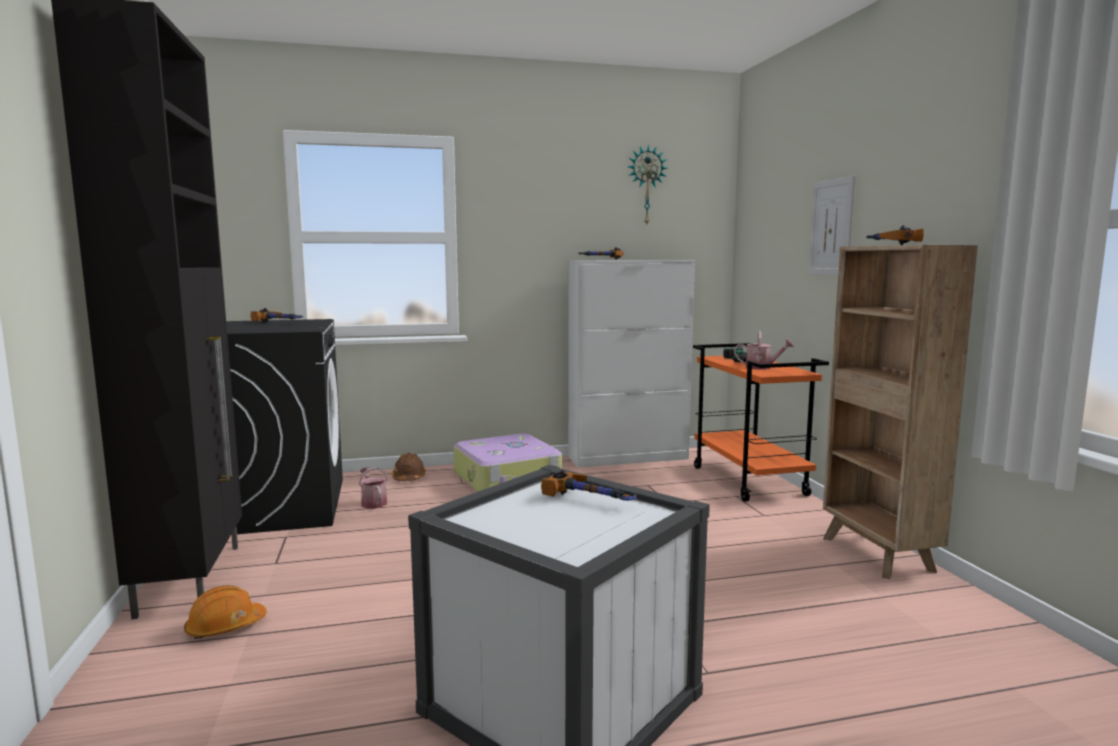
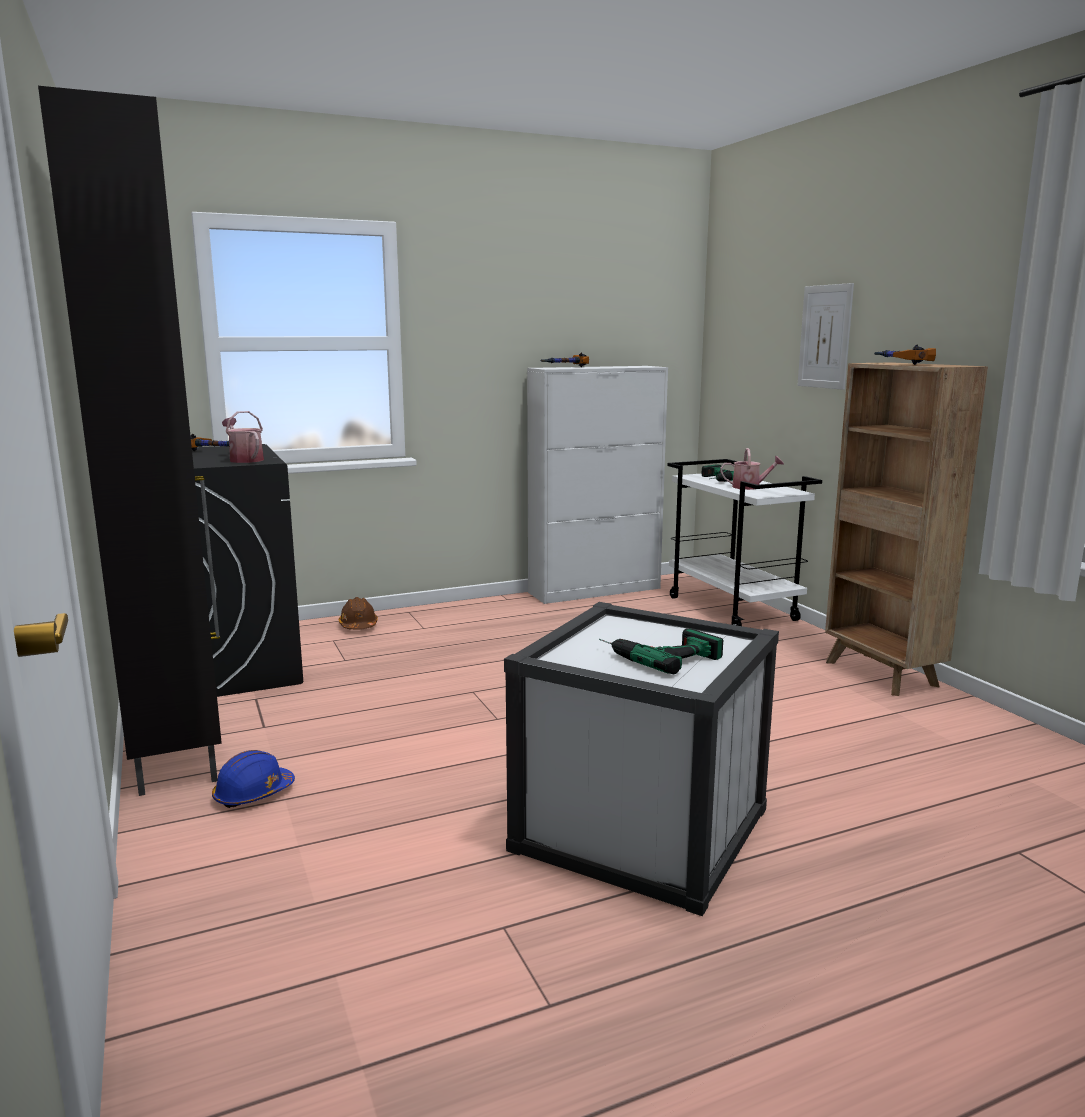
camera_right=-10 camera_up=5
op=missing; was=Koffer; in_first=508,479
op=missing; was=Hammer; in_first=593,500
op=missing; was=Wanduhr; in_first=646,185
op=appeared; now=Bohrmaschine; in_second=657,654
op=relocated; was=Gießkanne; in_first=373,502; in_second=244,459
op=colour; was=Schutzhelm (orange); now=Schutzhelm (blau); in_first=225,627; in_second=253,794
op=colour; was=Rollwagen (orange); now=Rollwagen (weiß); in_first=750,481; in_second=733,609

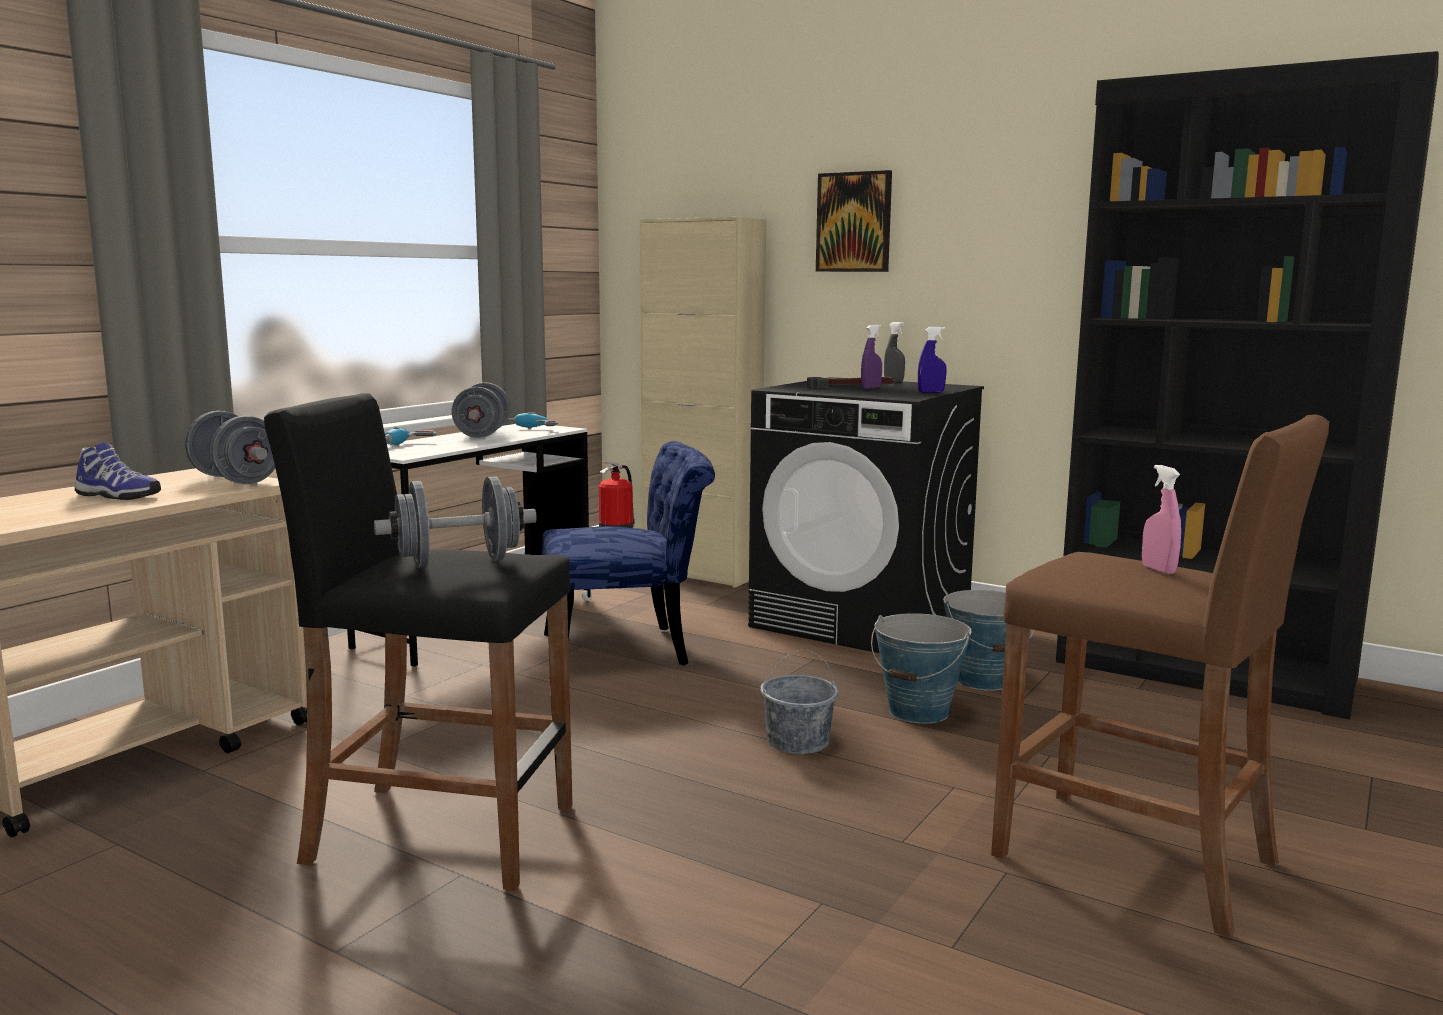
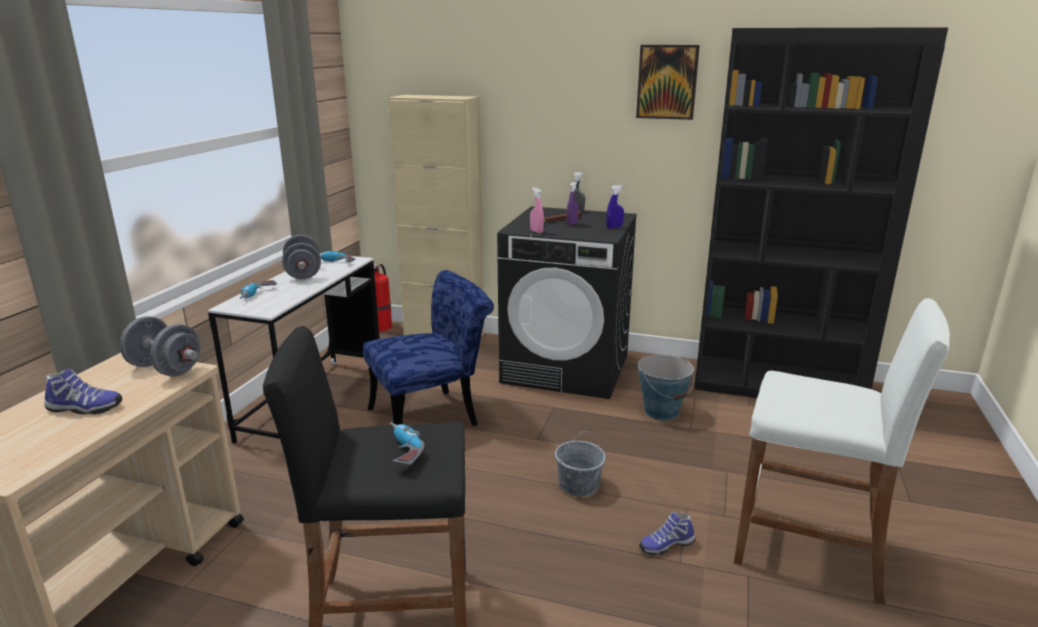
camera_right=-15 camera_up=10
op=missing; was=Eimer; in_first=919,712
op=appeared; now=Schuh; in_second=666,544
op=relocated; was=Bild; in_first=854,222; in_second=667,82
op=relocated; was=Sprühflasche (rosa); in_first=1158,570; in_second=536,231
op=exchanged; was=Hantel (grau); now=Bohrmaschine; in_first=458,562; in_second=402,451
op=colour; was=Hocker (braun); now=Hocker (weiß); in_first=1135,859; in_second=810,550

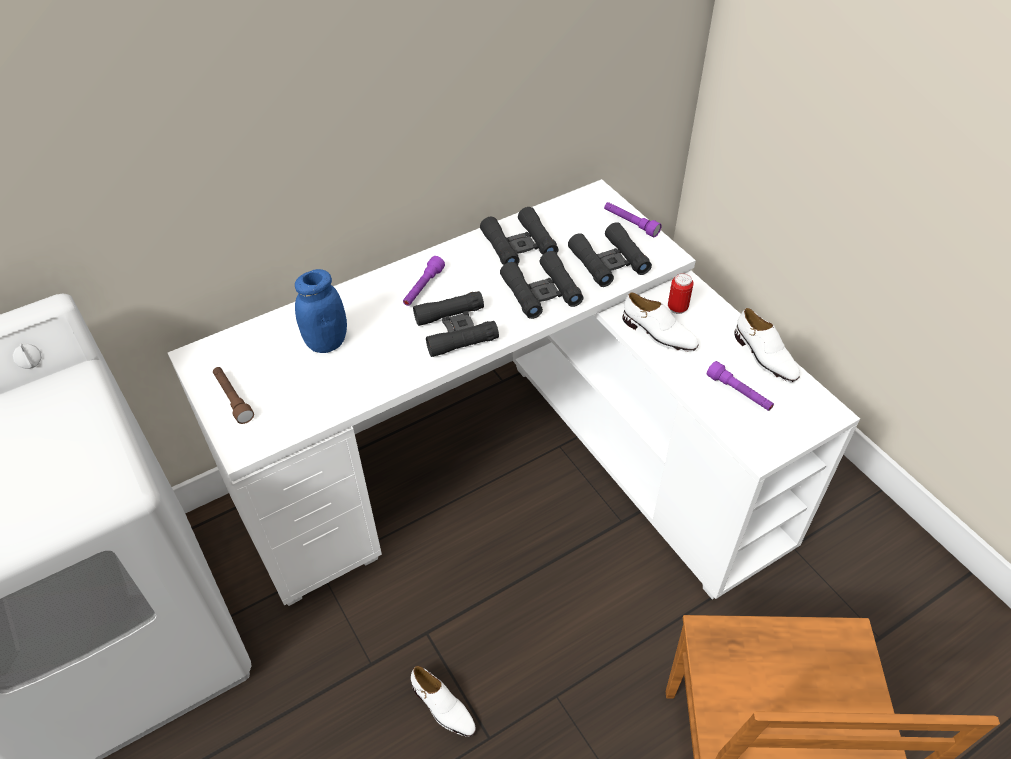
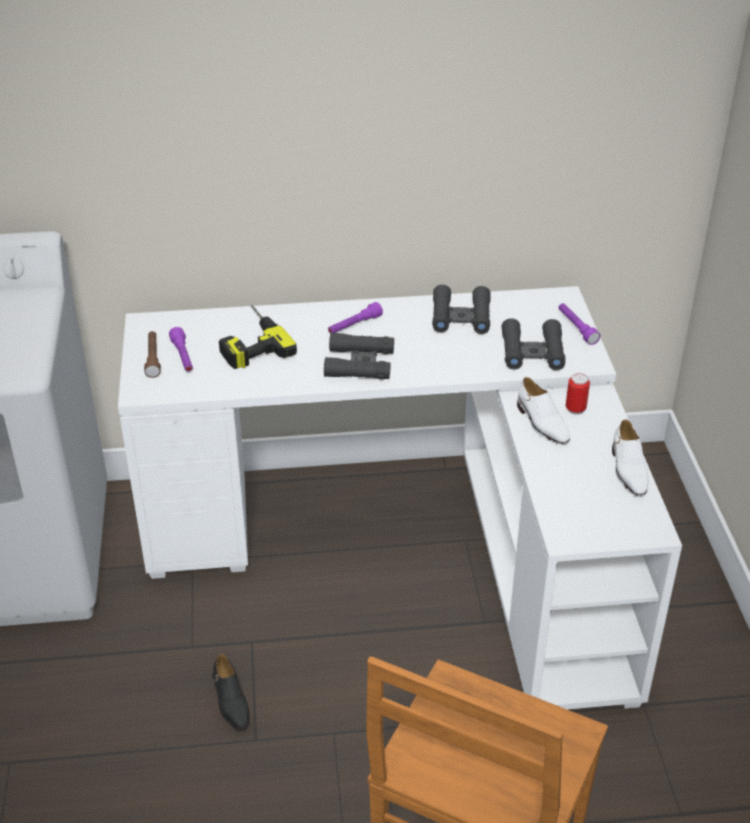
camera_right=25 camera_up=-10
op=missing; was=Fernglas (schwarz); in_first=541,292
op=relocated; was=Taschenlampe (lila); in_first=739,393; in_second=183,357
op=exchanged; was=Vorratsglas (blau); now=Bohrmaschine; in_first=327,342; in_second=249,342
op=colour; was=Schuh (weiß); now=Schuh (schwarz); in_first=443,708; in_second=231,702

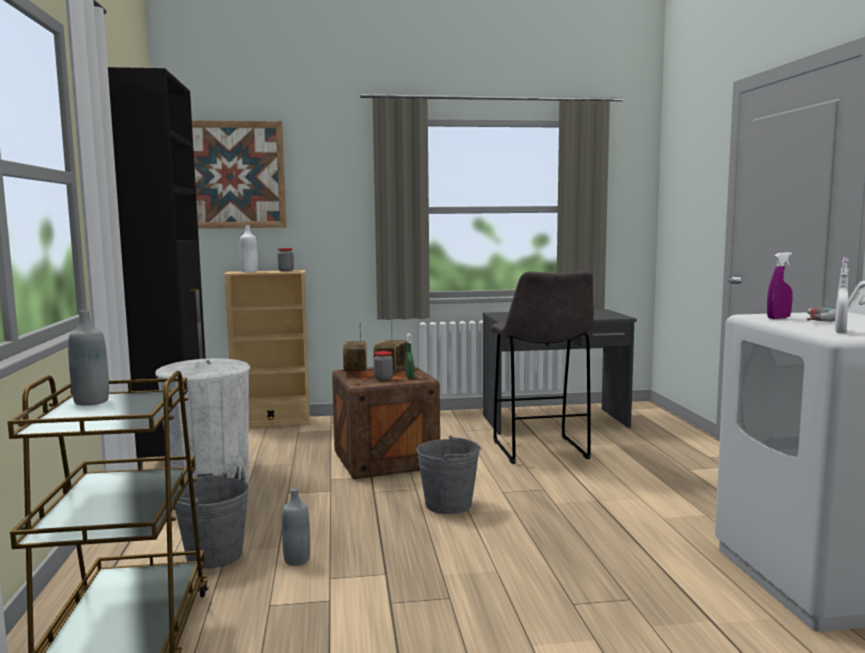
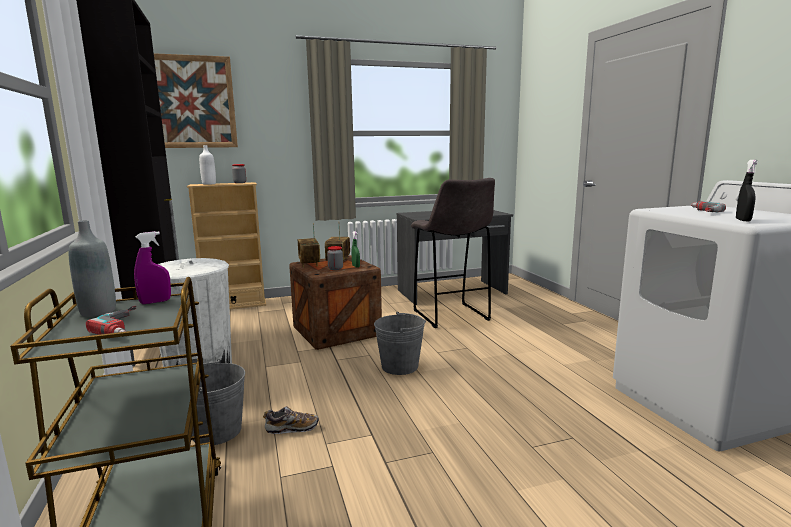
camera_right=-10 camera_up=5
op=appeared; now=Bohrmaschine; in_second=129,325
op=relocated; was=Sprühflasche (lila); in_first=778,318; in_second=155,302
op=exchanged; was=Flasche (grau); now=Schuh; in_first=297,560; in_second=291,428
op=colour; was=Sprühflasche (weiß); now=Sprühflasche (schwarz); in_first=840,332; in_second=743,220

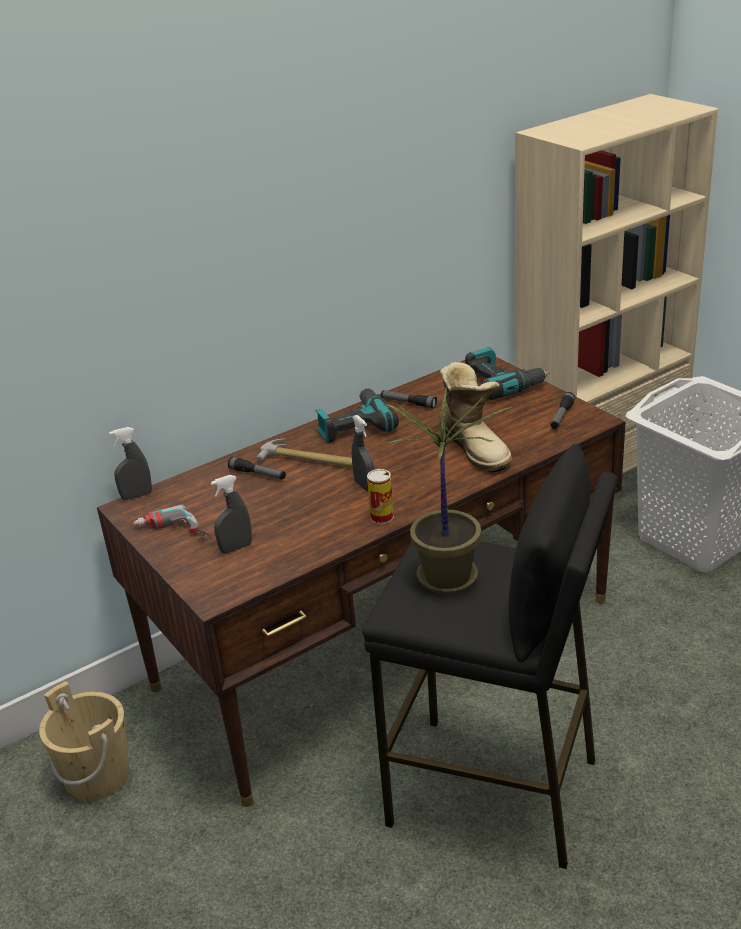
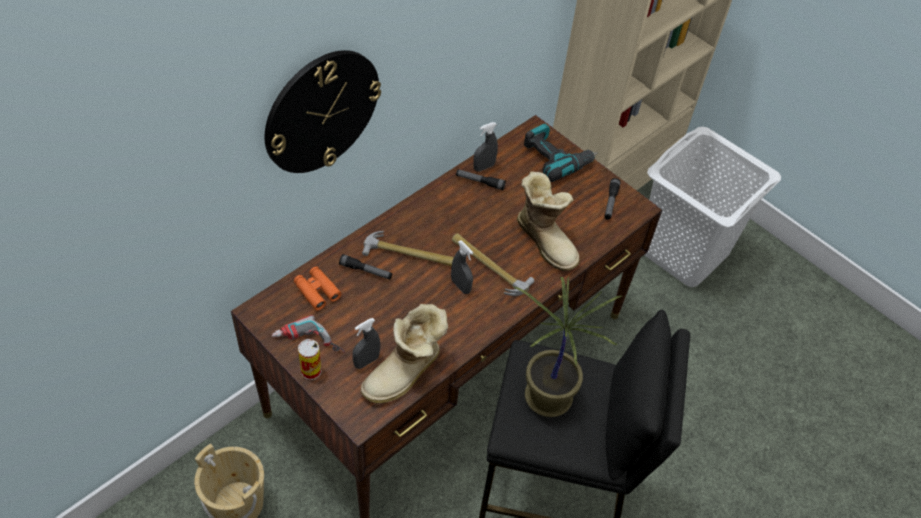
camera_right=-15 camera_up=20
op=missing; was=Bohrmaschine; in_first=354,425
op=appeared; now=Wanduhr; in_second=321,111
op=appeared; now=Fernglas (orange); in_second=317,291
op=appeared; now=Stiefel; in_second=406,374
op=appeared; now=Hammer; in_second=489,266
op=relocated; was=Sprühflasche (grau); in_first=136,496; in_second=484,167
op=relocated; was=Dose; in_first=382,517; in_second=311,371

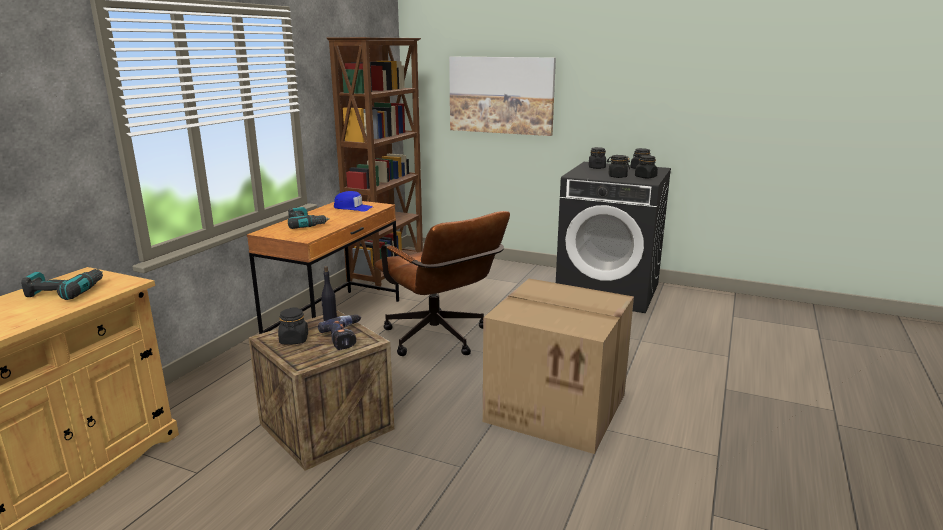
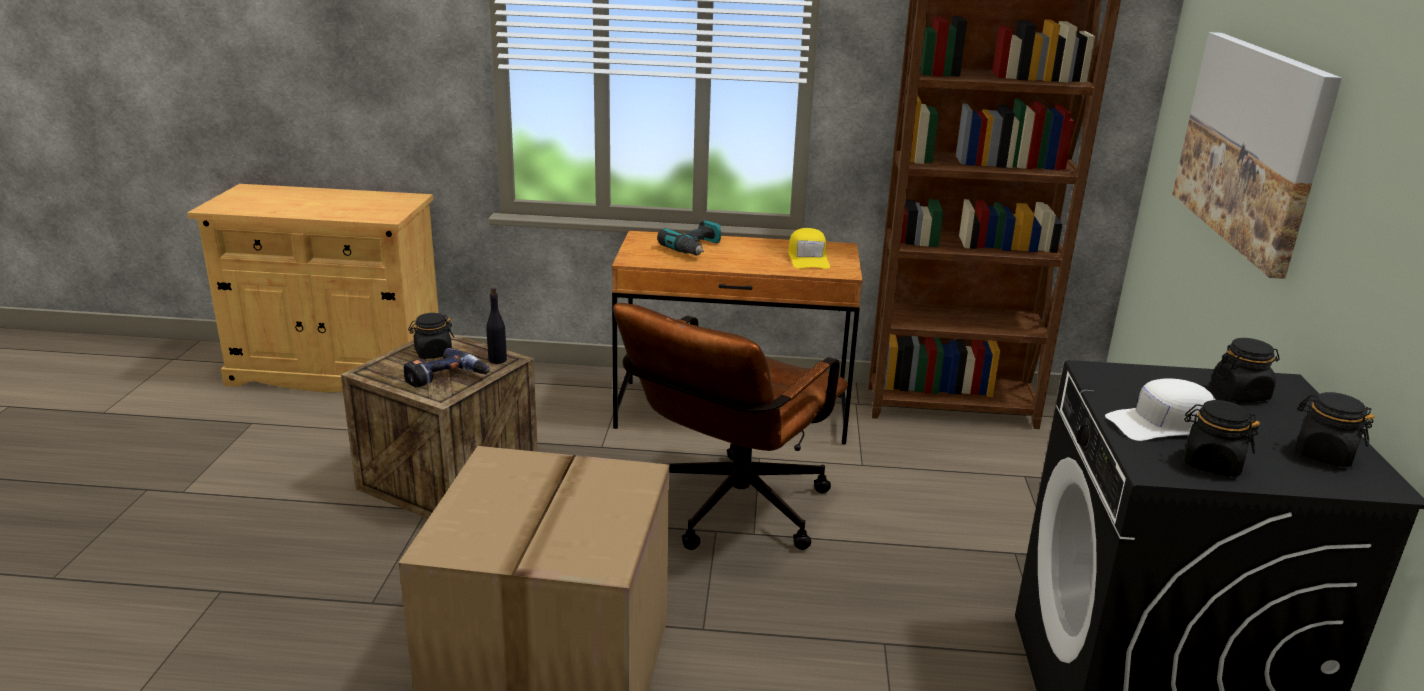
camera_right=70 camera_up=5
op=missing; was=Bohrmaschine; in_first=65,291
op=exchanged; was=Vorratsglas (schwarz); now=Kappe (weiß); in_first=617,176; in_second=1161,424
op=colour; was=Kappe (blau); now=Kappe (gelb); in_first=353,208; in_second=808,258

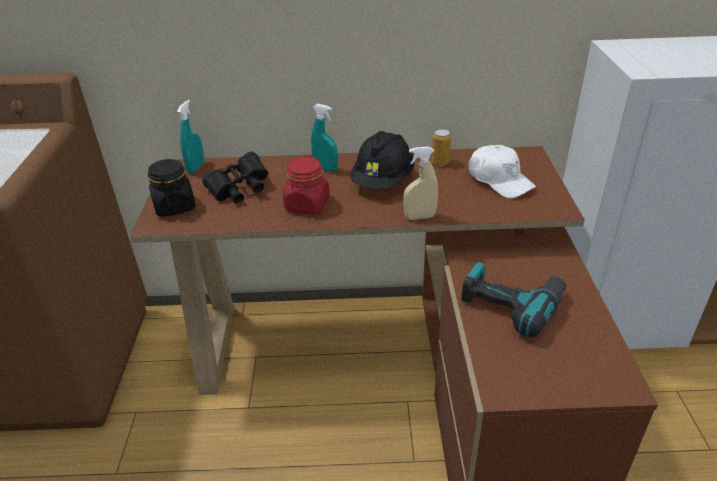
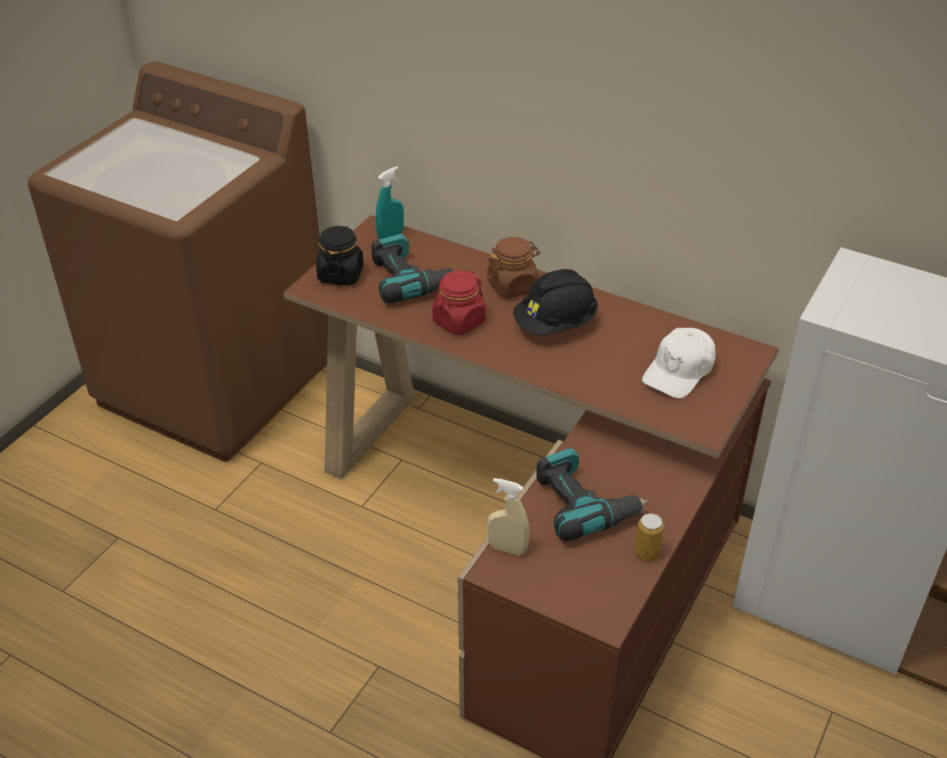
camera_right=30 camera_up=5
op=relocated; was=Sprühflasche (beige); in_first=419,217; in_second=507,549
op=relocated; was=Dose; in_first=440,162; in_second=646,552
op=exchanged; was=Fernglas (schwarz); now=Bohrmaschine; in_first=239,190; in_second=410,279
op=exchanged; was=Sprühflasche (türkis); now=Vorratsglas (braun); in_first=325,169; in_second=512,286
op=spun; was=Kappe (weiß); in_first=500,180; in_second=679,371; clockwise=45

